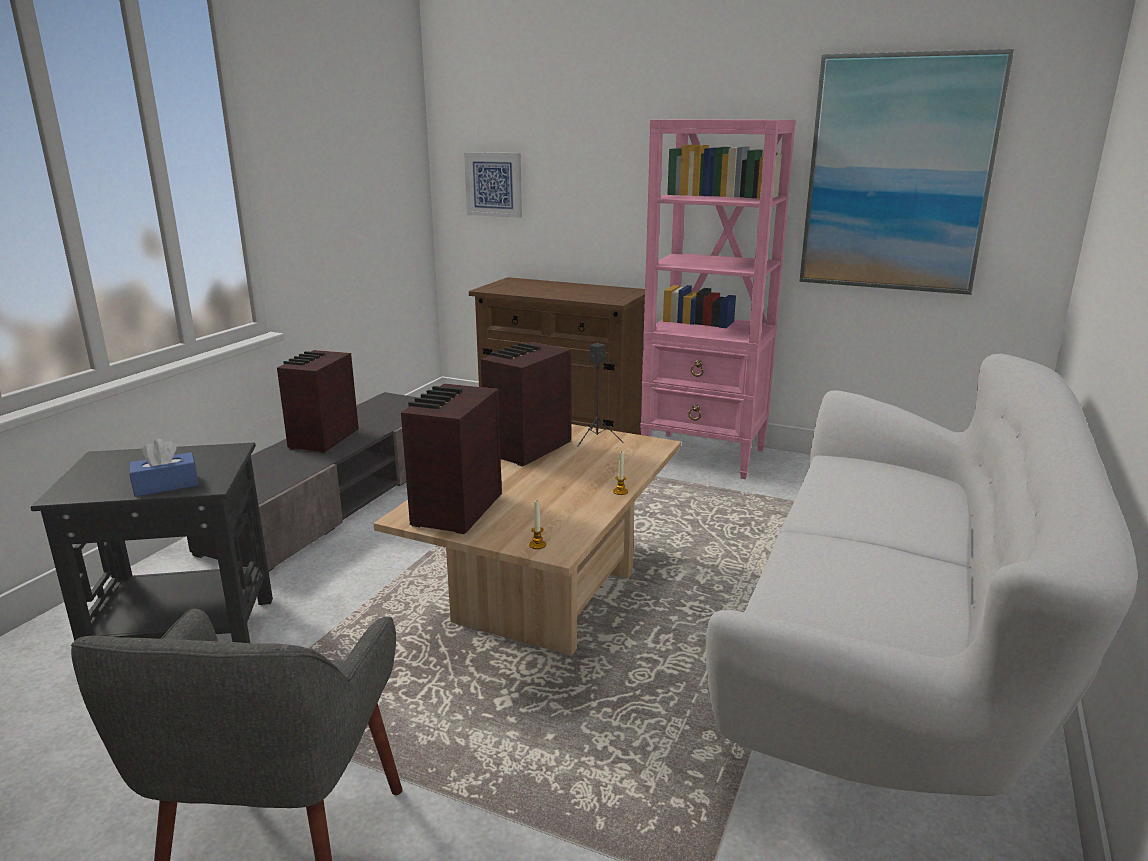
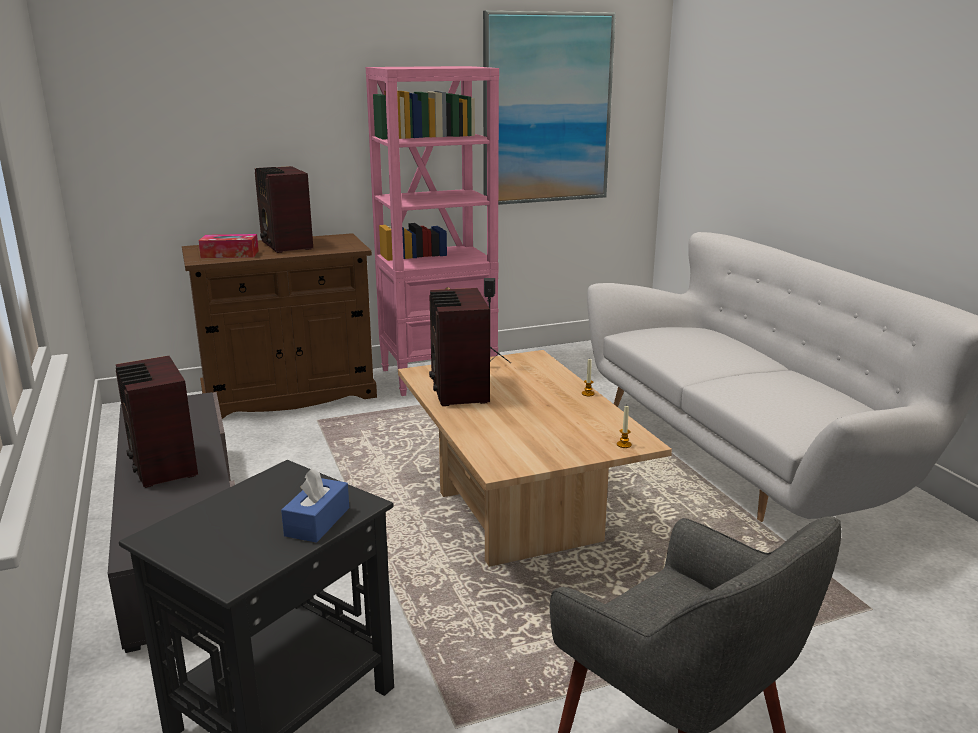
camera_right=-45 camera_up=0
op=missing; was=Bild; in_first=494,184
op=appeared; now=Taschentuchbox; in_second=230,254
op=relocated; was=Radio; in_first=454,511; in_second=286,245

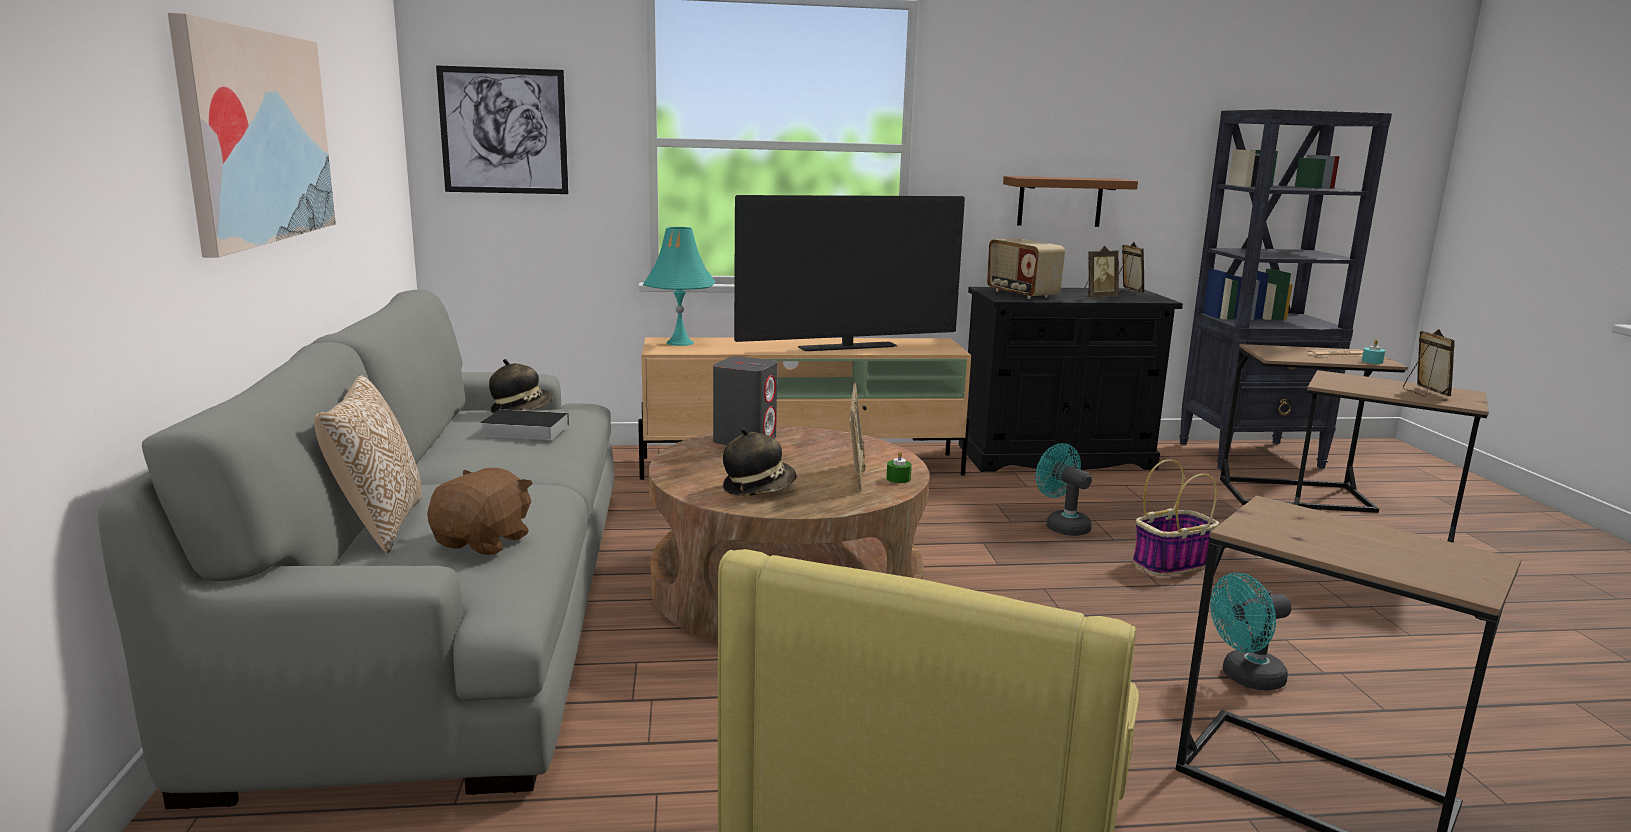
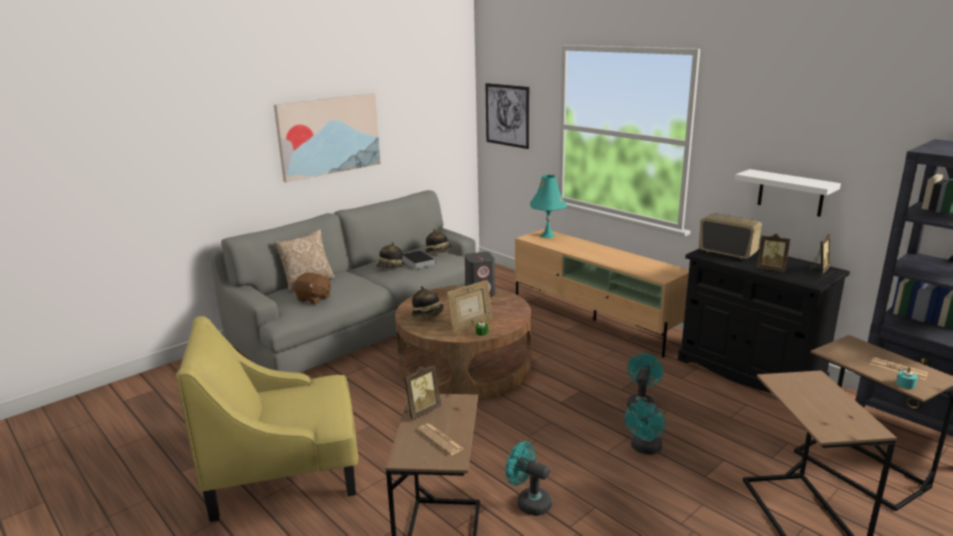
camera_right=55 camera_up=5
op=missing; was=Fernseher; in_first=847,347
op=appeared; now=Hut; in_second=390,267
op=appeared; now=Zeitung; in_second=440,439
op=relocated; was=Bilderrahmen; in_first=1424,393; in_second=421,411
op=exchanged; was=Korb; now=Ventilator (türkis); in_first=1172,563; in_second=645,449
op=colour; was=Wandregal (braun); now=Wandregal (weiß); in_first=1060,201; in_second=790,193
op=spun; was=Plüschtier (braun); in_first=484,541; in_second=314,299; clockwise=45
op=spun; was=Radio; in_first=1021,294; in_second=727,253; clockwise=105

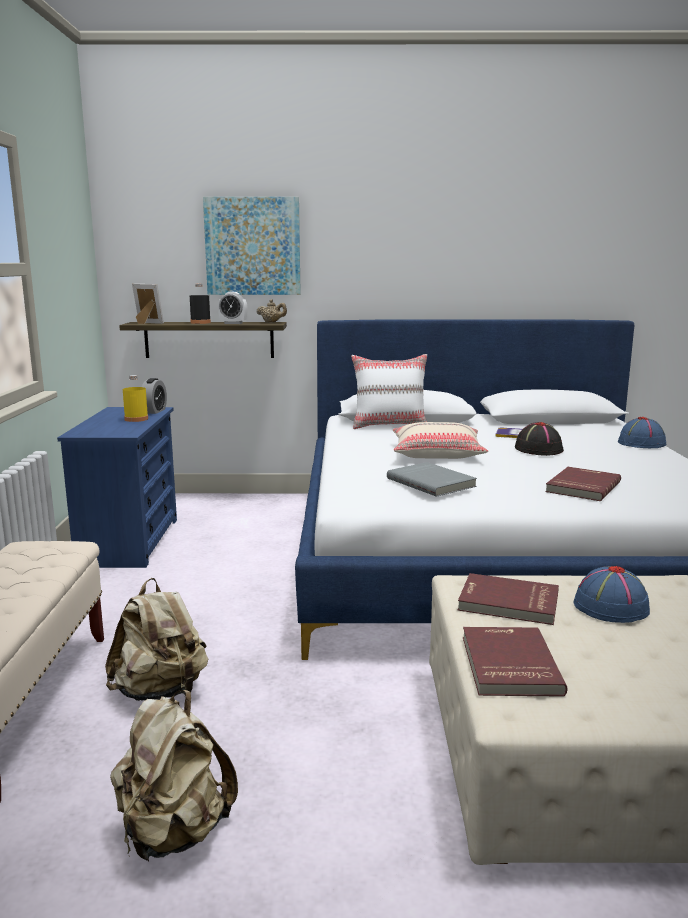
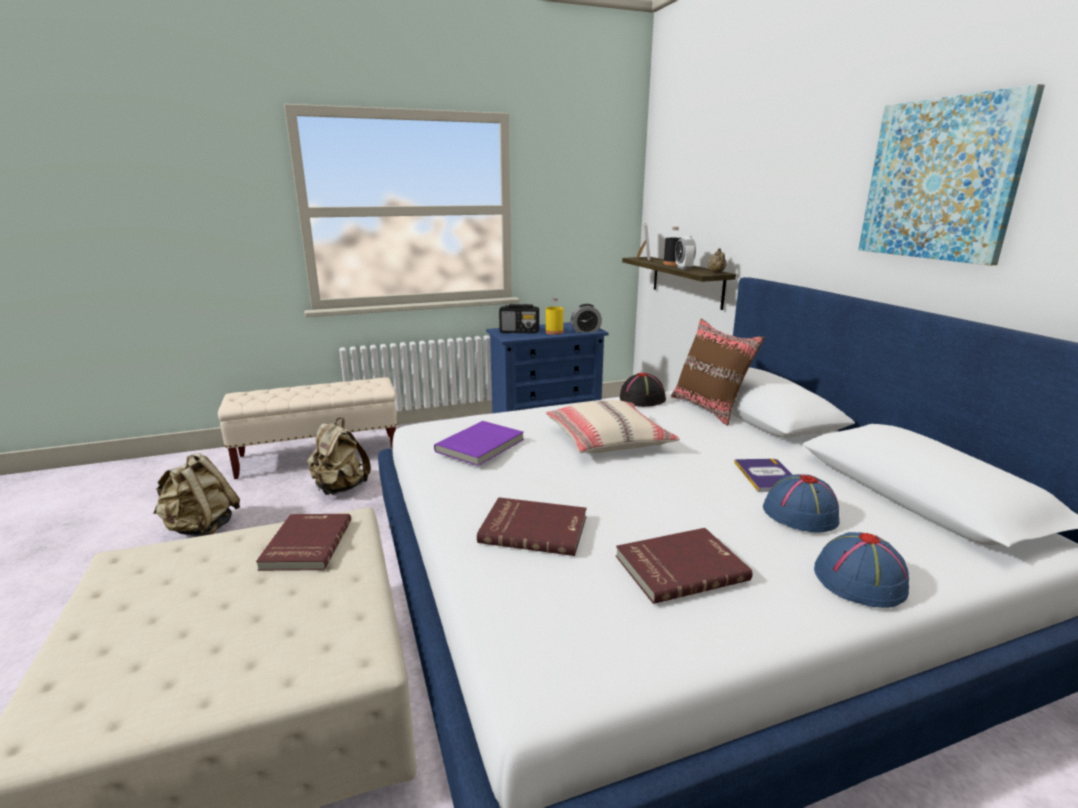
camera_right=70 camera_up=5
op=appeared; now=Radio; in_second=519,332
op=relocated; was=Bild; in_first=253,246; in_second=940,180
op=relocated; was=Buch (rot); in_first=508,665; in_second=679,567
op=relocated; was=Hut (schwarz); in_first=538,449; in_second=642,399
op=relocated; was=Hut (blau); in_first=610,607; in_second=799,514
op=colour; was=Kissen (weiß); now=Kissen (braun); in_first=389,426; in_second=709,408
op=colour; was=Buch (grau); now=Buch (lila); in_first=432,482; in_second=481,446

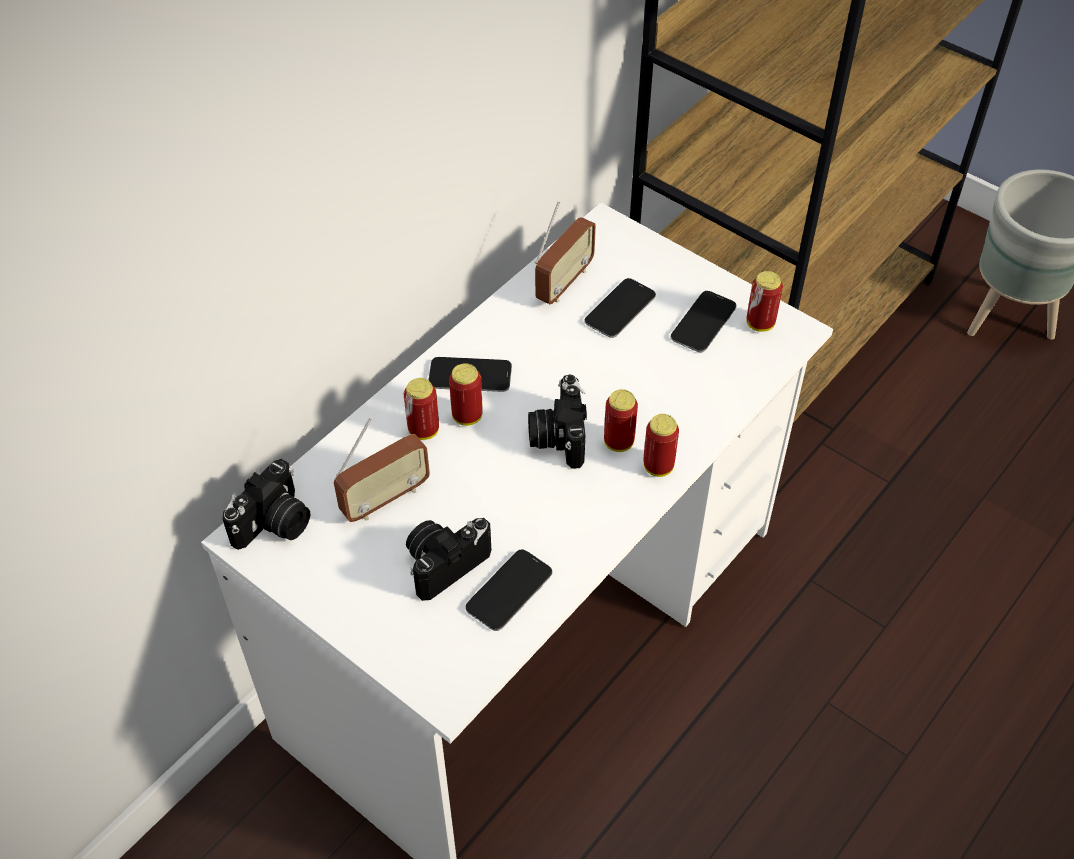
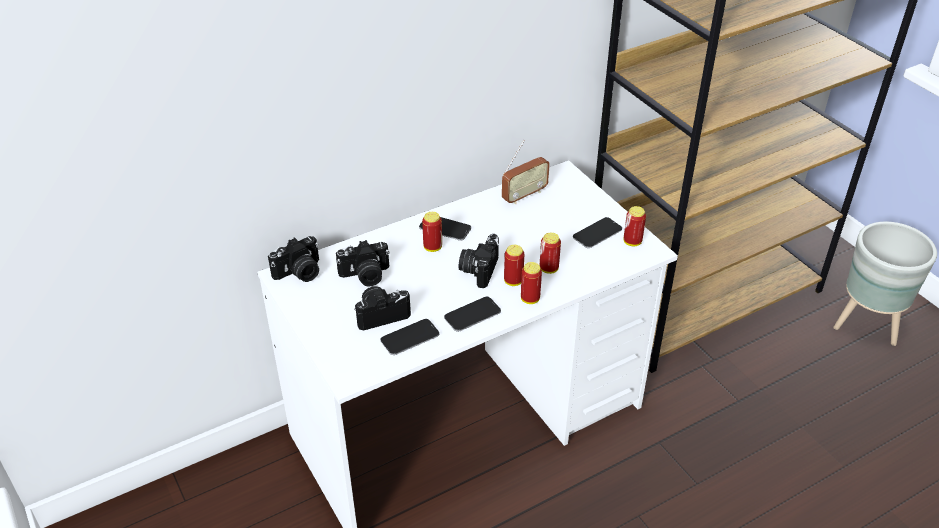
camera_right=20 camera_up=-10
op=relocated; was=Dose; in_first=423,430; in_second=548,269
op=relocated; was=Handy; in_first=620,309; in_second=472,315
op=exchanged; was=Radio; now=Kamera; in_first=385,499; in_second=365,276

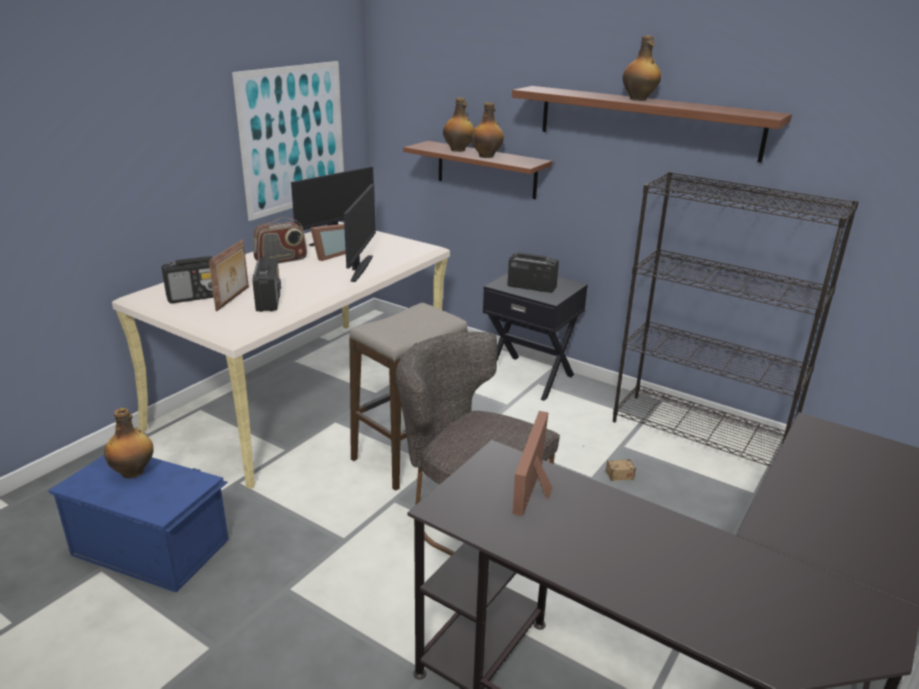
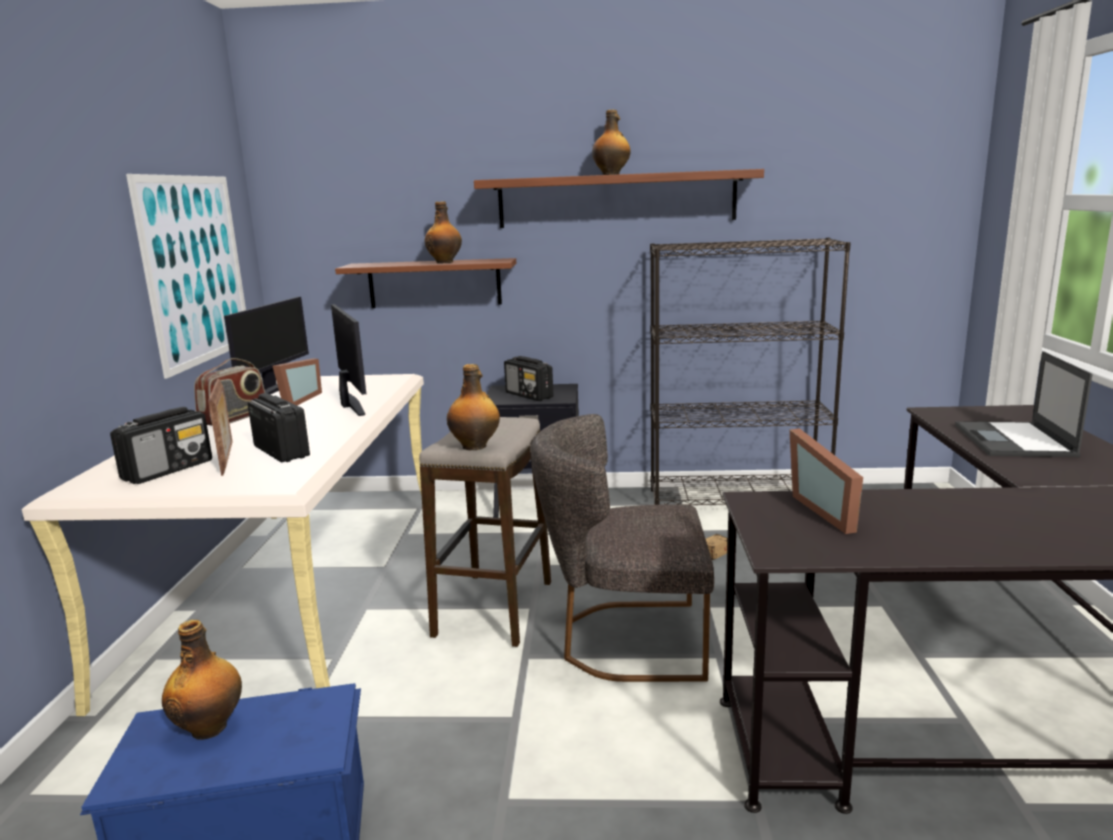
camera_right=-30 camera_up=-10
op=appeared; now=Laptop; in_second=1014,441
op=relocated; was=Flasche; in_first=458,150; in_second=475,446
op=spun; was=Radio; in_first=531,287; in_second=529,395; clockwise=-120

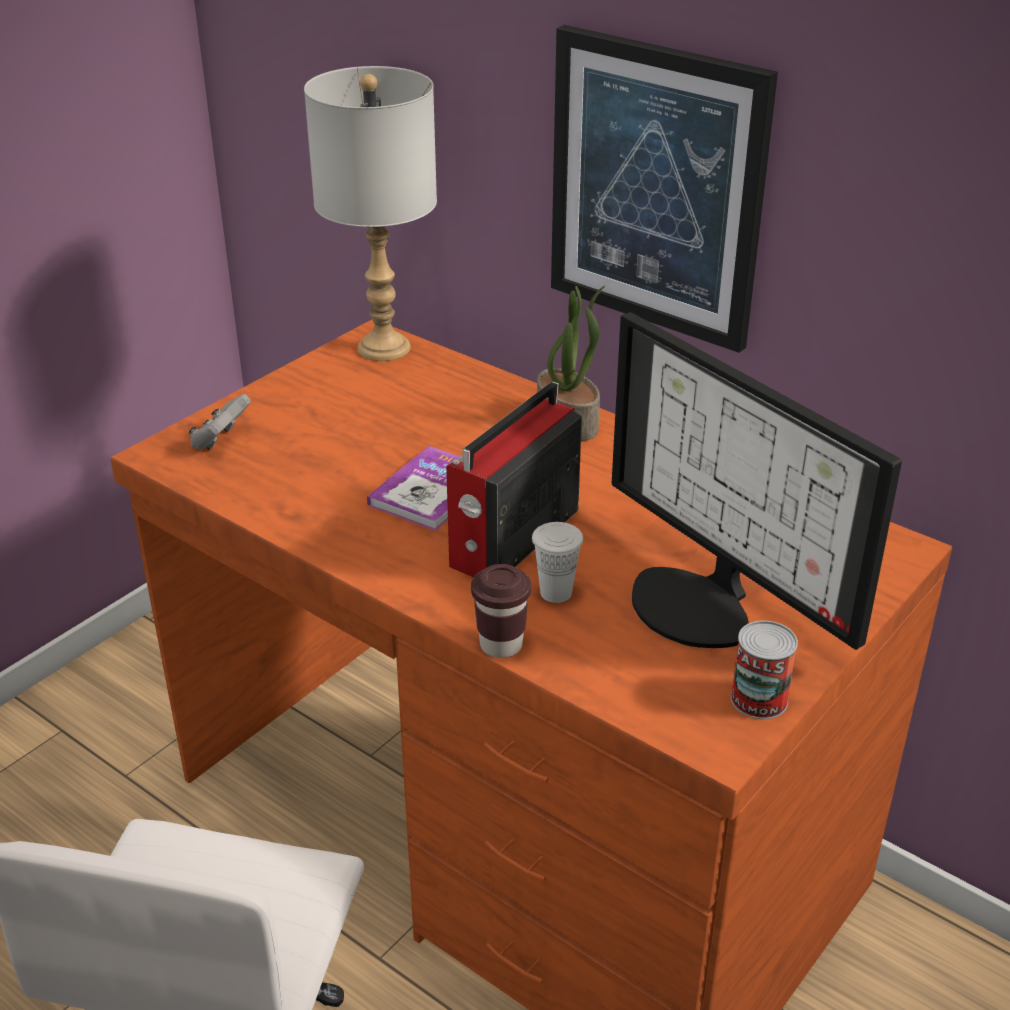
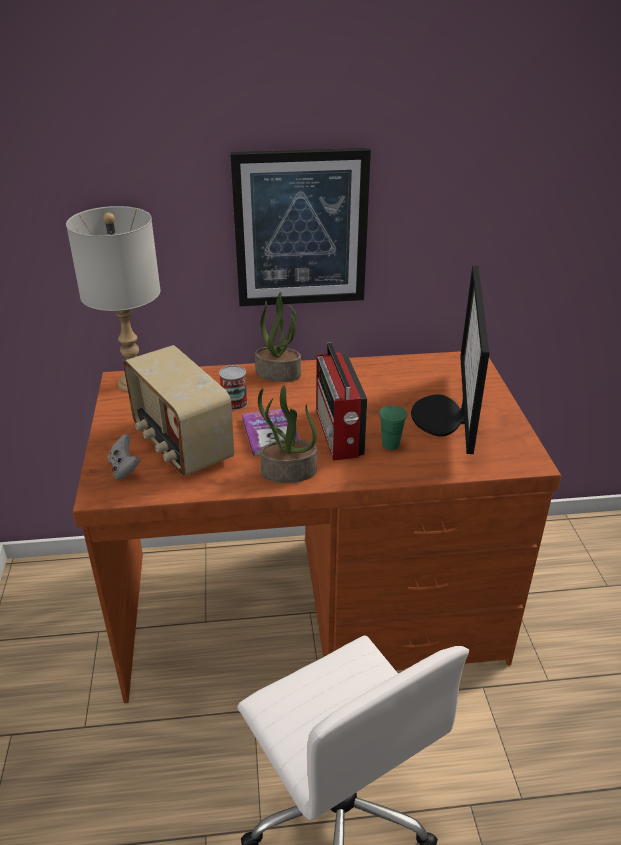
camera_right=-45 camera_up=0
op=missing; was=Tasse (braun); in_first=501,645
op=appeared; now=Radio; in_second=181,445
op=appeared; now=Topfpflanze; in_second=288,472
op=relocated; was=Dose; in_first=759,699; in_second=234,403
op=colour; was=Tasse (weiß); now=Tasse (grün); in_first=556,592; in_second=390,444
op=spun; was=Monitor; in_first=702,603; in_second=445,416; clockwise=90

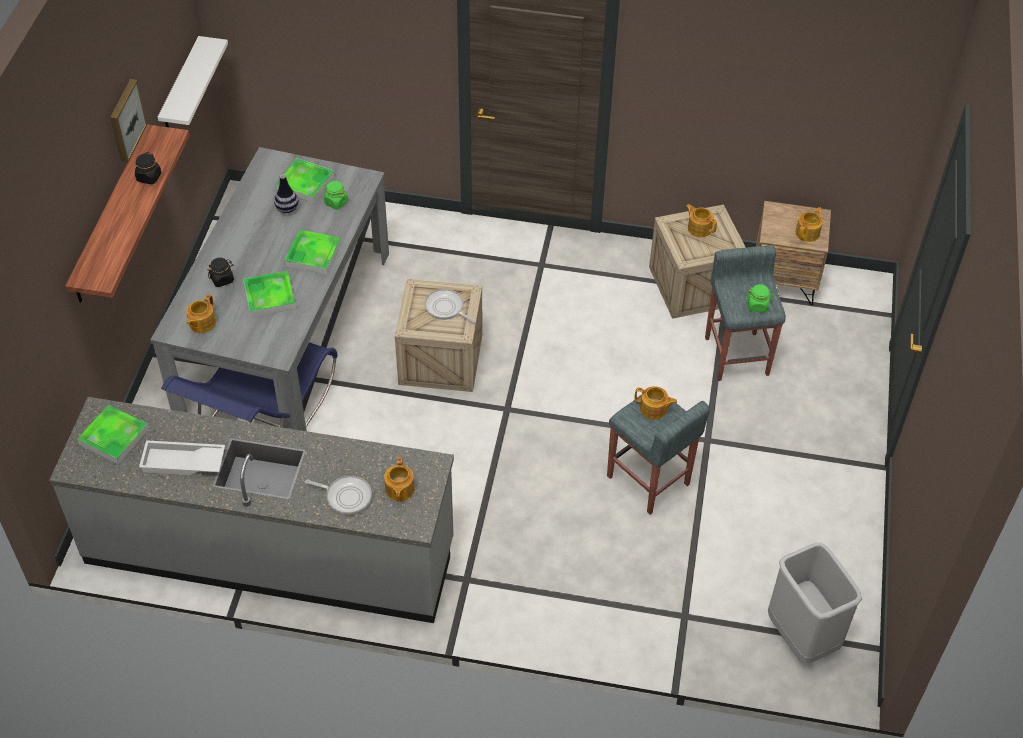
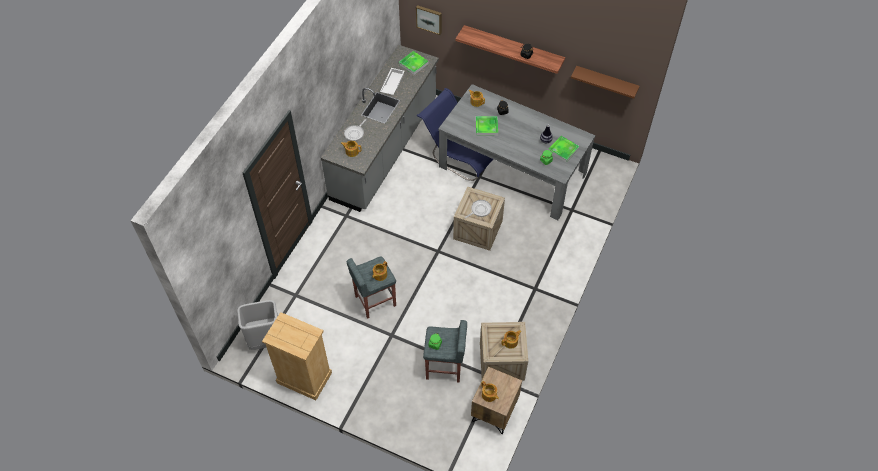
camera_right=105 camera_up=5
op=missing; was=Tablett; in_first=313,254
op=appeared; now=Kommode (beige); in_second=304,378
op=relocated; was=Bild; in_first=125,120; in_second=429,19
op=colour; was=Wandregal (weiß); now=Wandregal (braun); in_first=181,89; in_second=606,82

